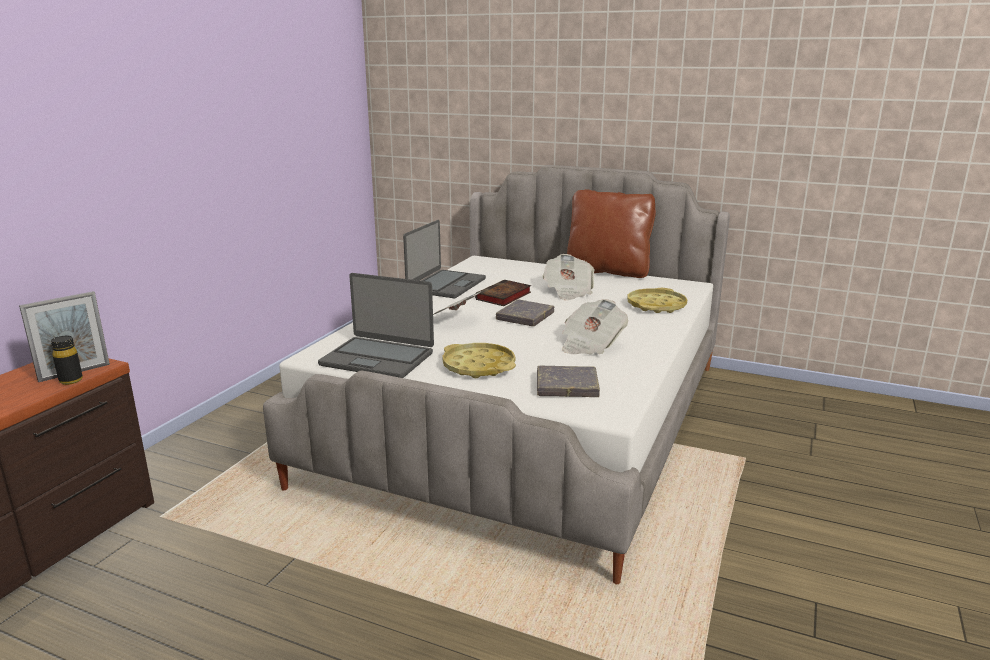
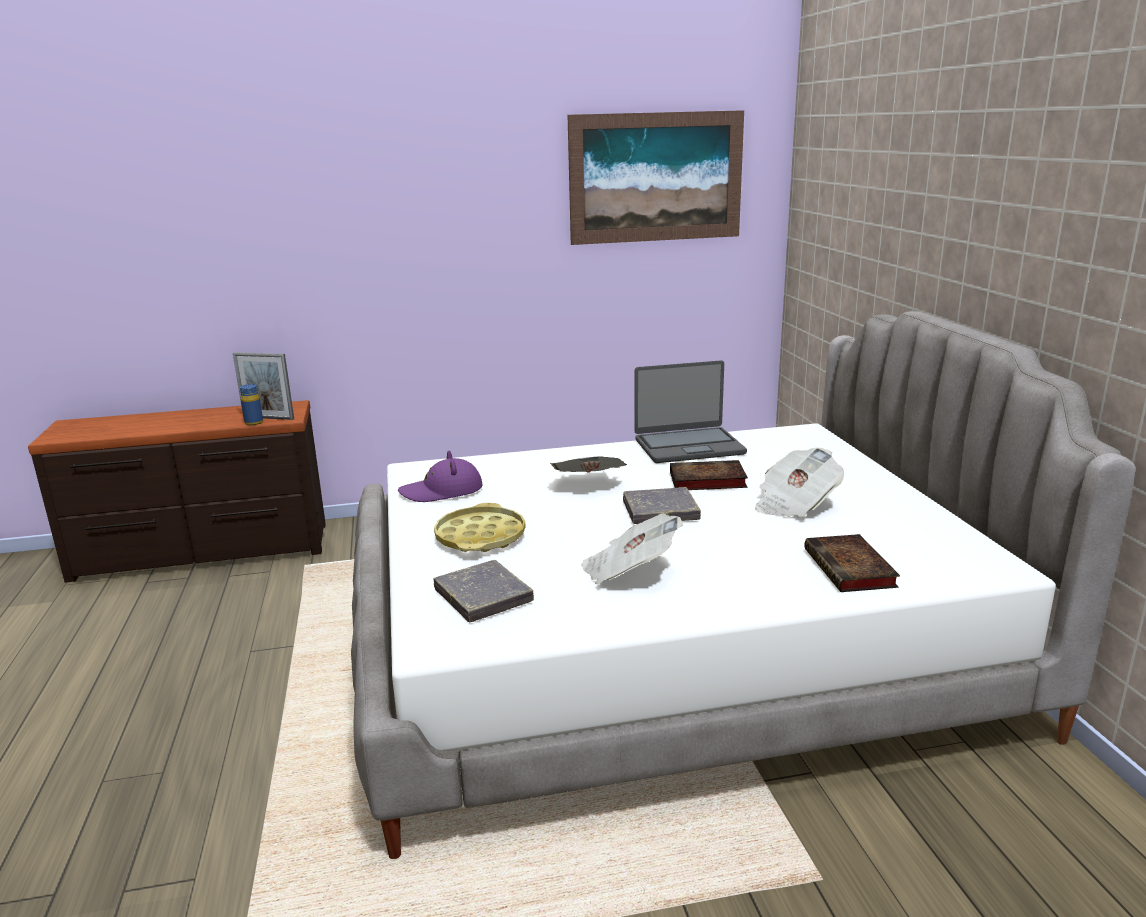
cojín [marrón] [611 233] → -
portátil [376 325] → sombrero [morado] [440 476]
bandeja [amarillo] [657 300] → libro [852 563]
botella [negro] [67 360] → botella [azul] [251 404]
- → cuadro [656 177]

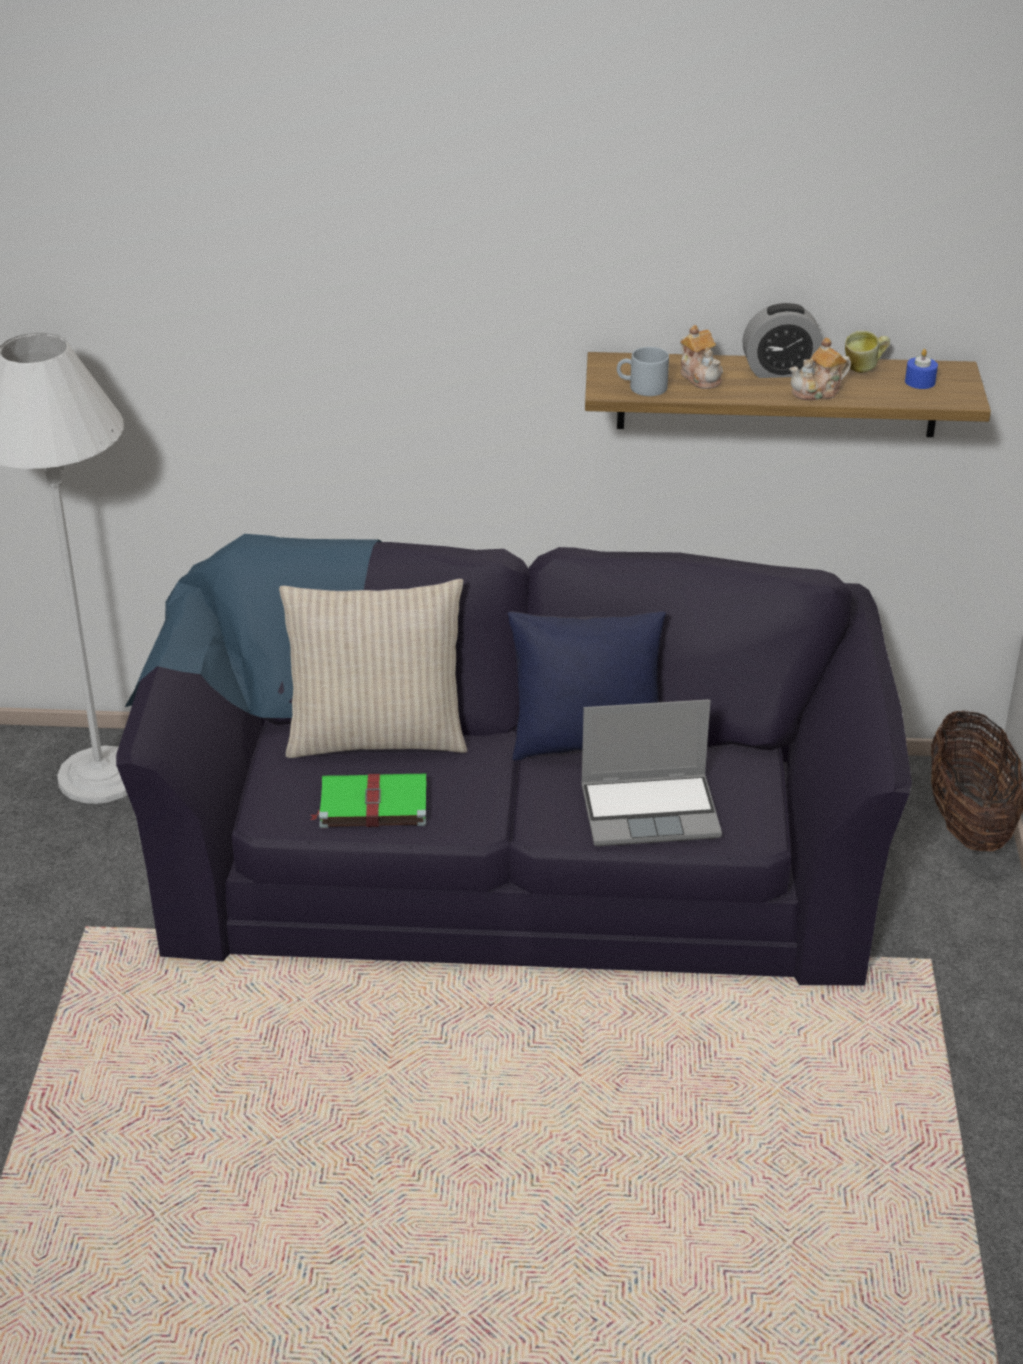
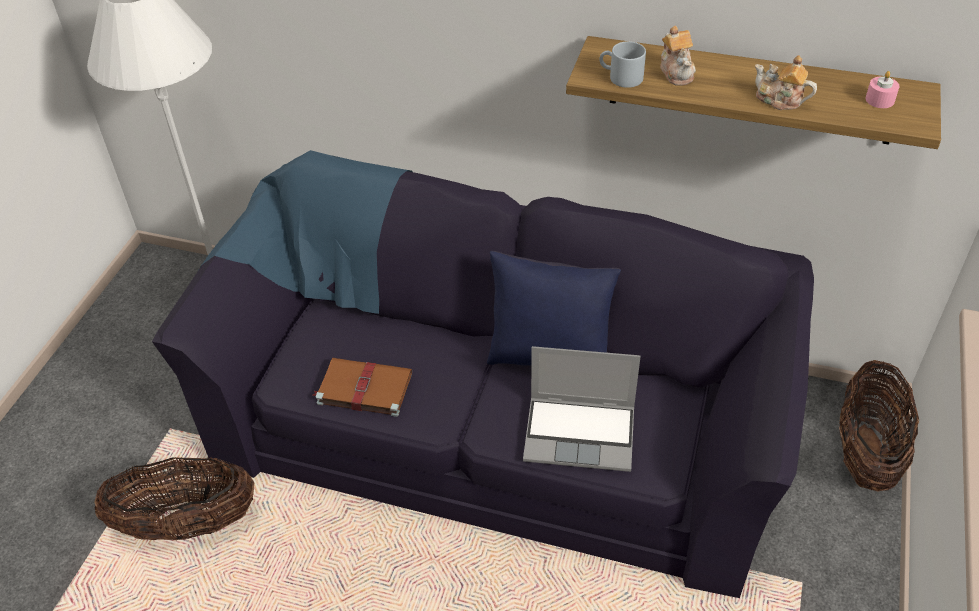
despertador [782 340] → -
taza grande [867 352] → -
tetera [820 368] → tetera [786 82], 45 degrees clockwise
vela [azul] [921 369] → vela [rosa] [882 89]
cojín [beis] [373 668] → -
libro [verde] [368 801] → libro [marrón] [362 387]
- → cesta [174 498]

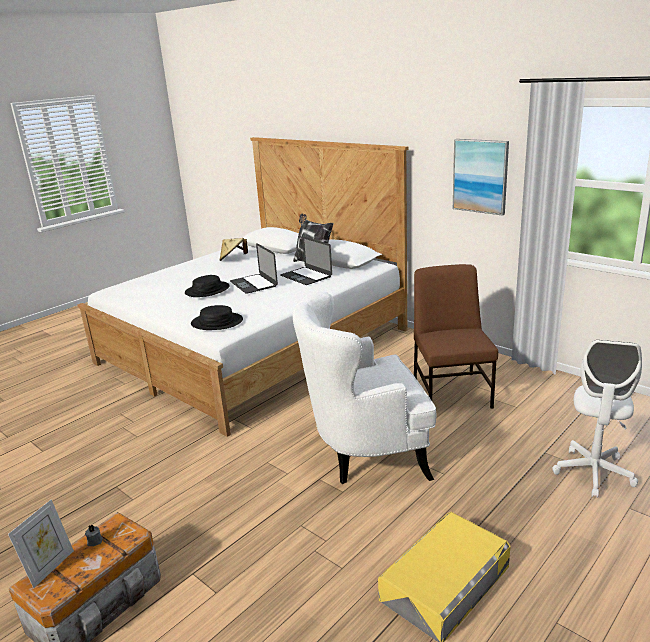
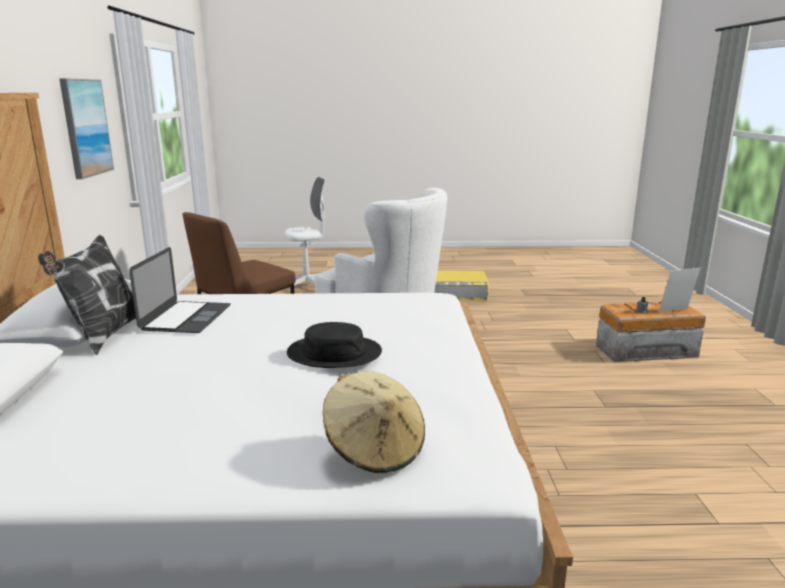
sombrero [beis] [233 249] → sombrero [beis] [374 422], move
portátil [254 268] → -
sombrero [negro] [217 317] → -

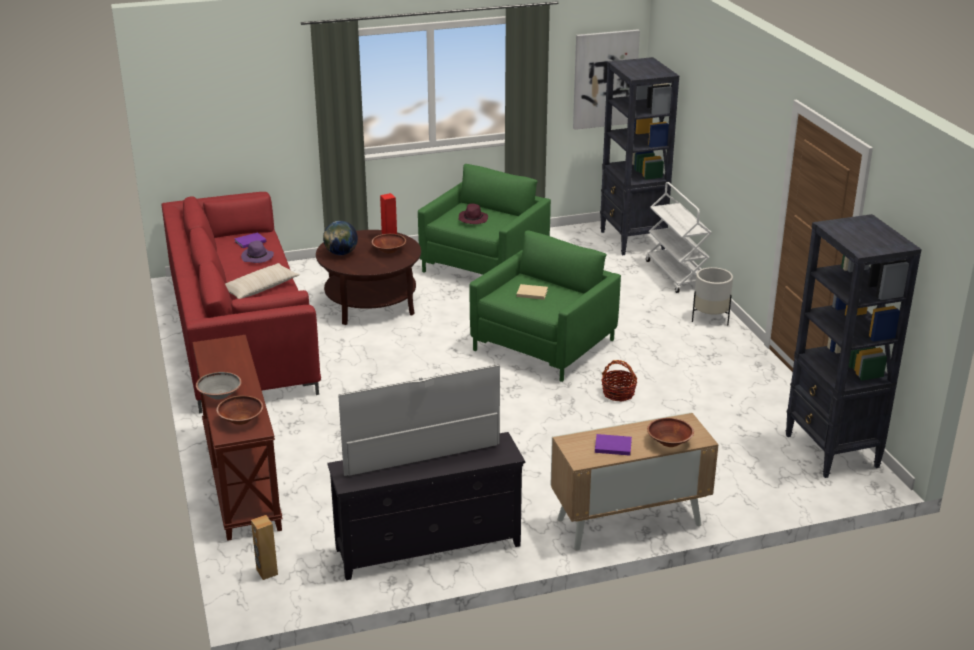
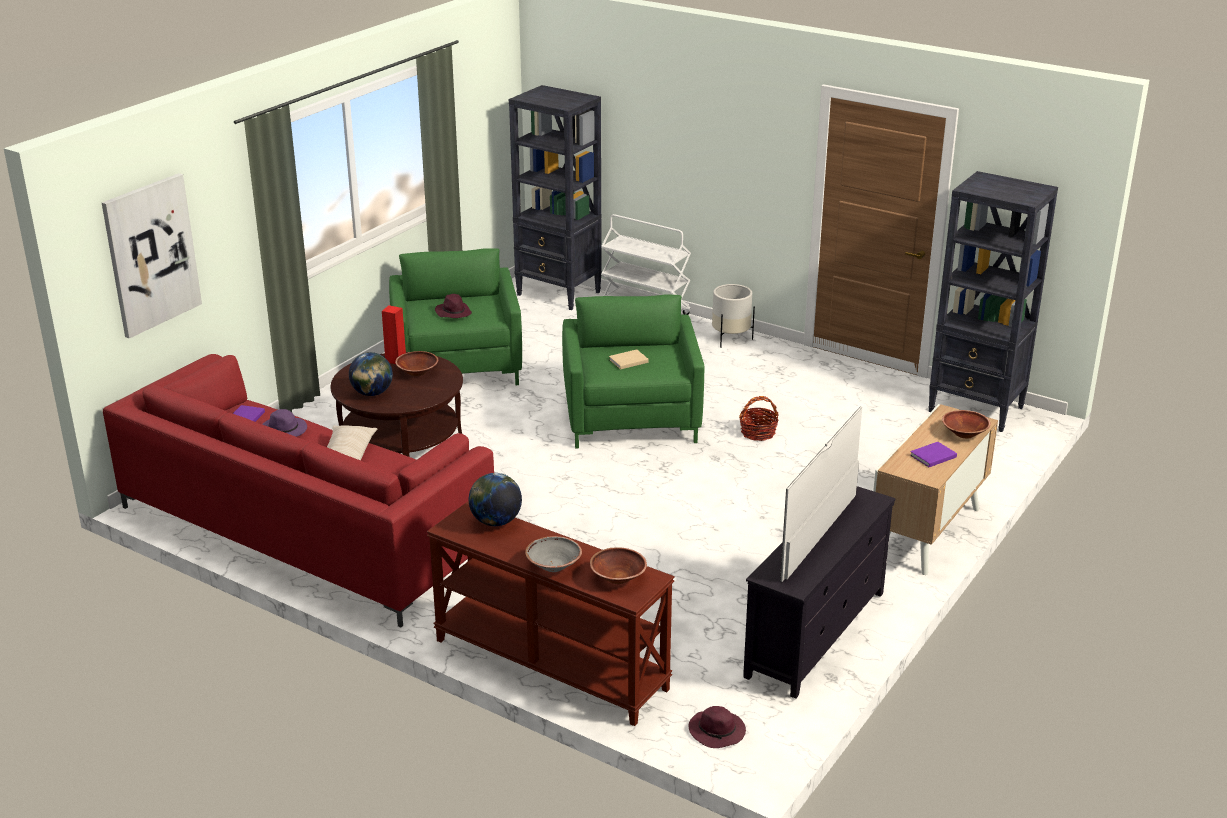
cuadro [606 79] → cuadro [152 255], move
altavoz [marrón] [264 547] → sombrero [morado] [717 727]
- → globo terráqueo [495 499]

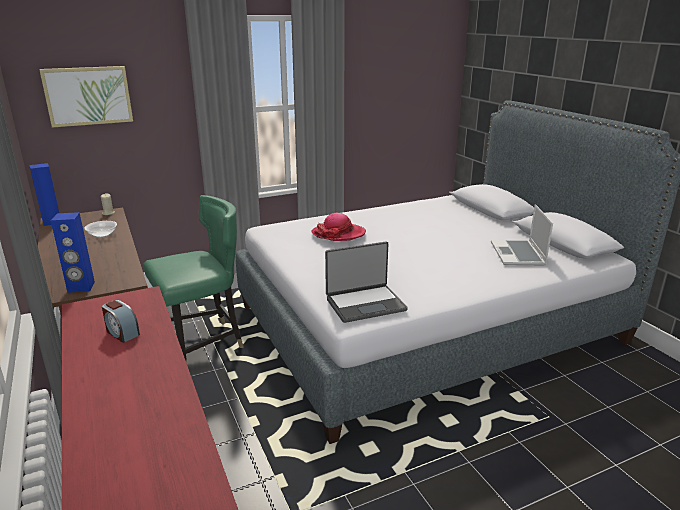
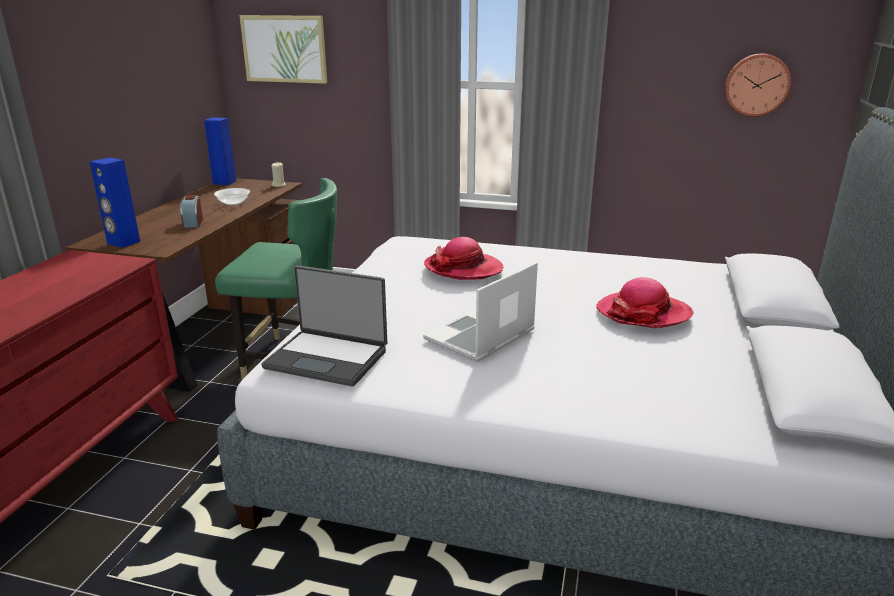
portátil [522 235] → portátil [480 312], move
despertador [121 321] → despertador [191 211], move
- → reloj de pared [758 85]
- → sombrero [644 302]

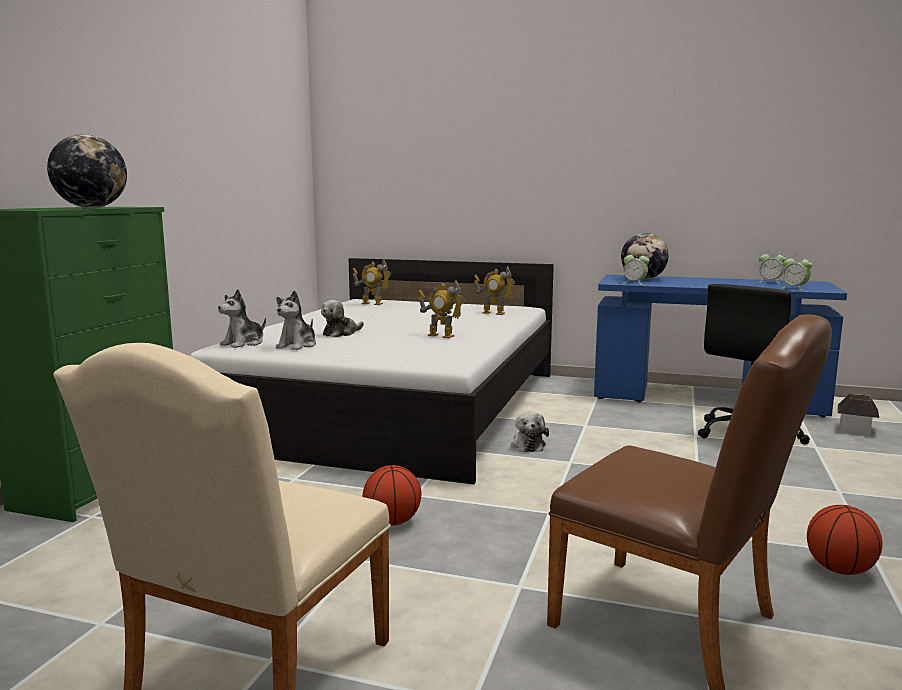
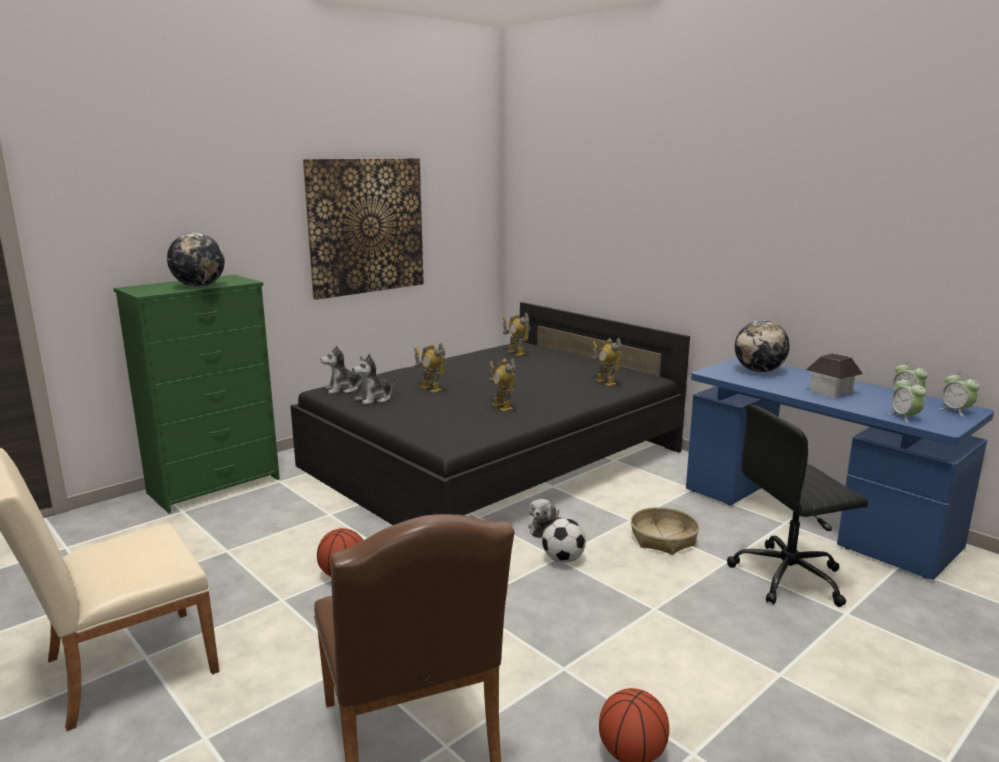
despertador [636 268] → despertador [959 394], move
cama [blanco] [372 371] → cama [negro] [490 413]
peluche [342 318] → robot de juguete [430 368]
casita [858 415] → casita [834 375], move
- → cuadro [363 229]
- → cesta [665 531]
- → balón de fútbol [564 540]

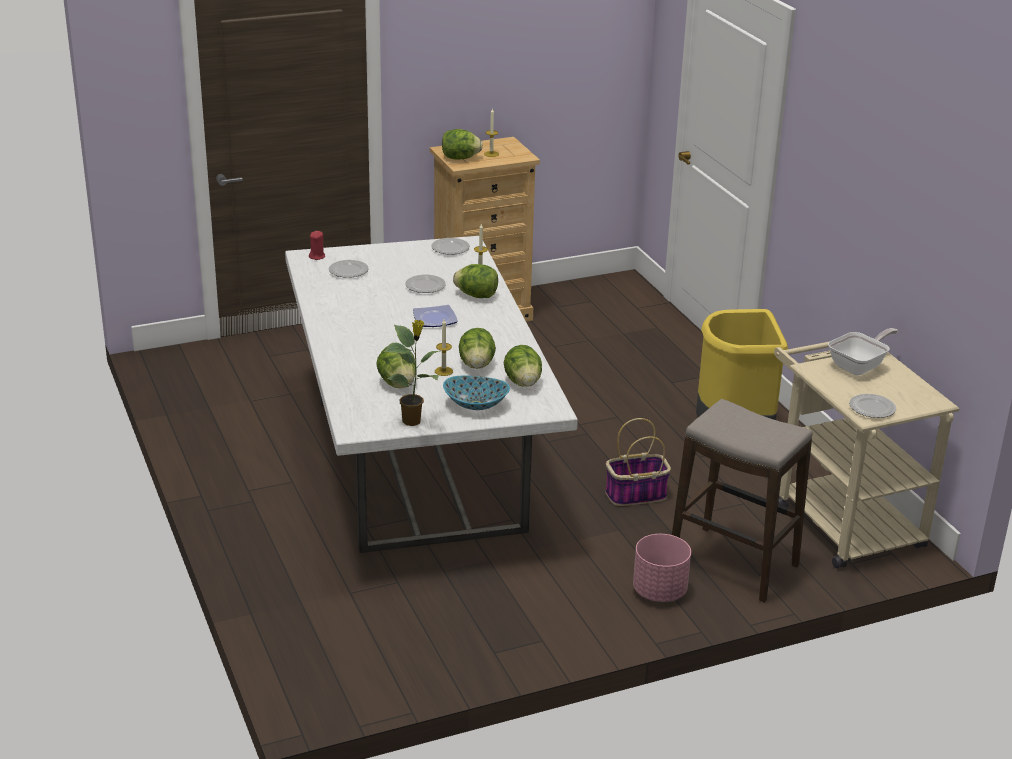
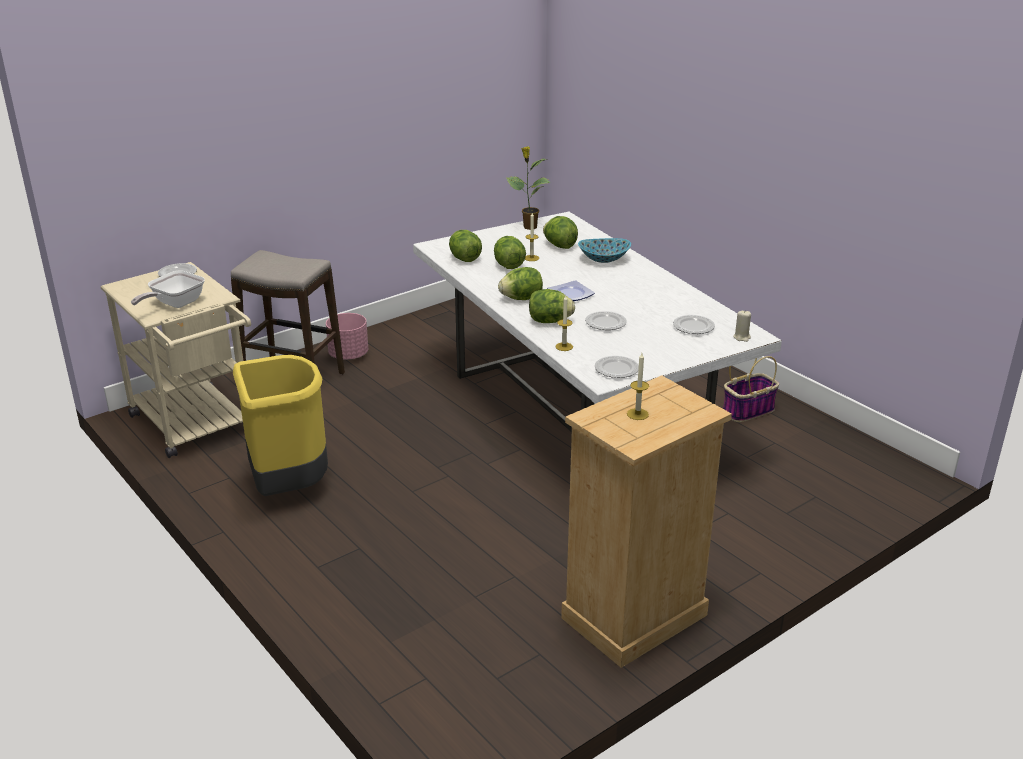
lechuga [462 144] → lechuga [520 283], move
vela [rojo] [317 245] → vela [beis] [742 326]
cuenco [476 393] → cuenco [604 250], move
cesta [638 462] → cesta [751 389], move

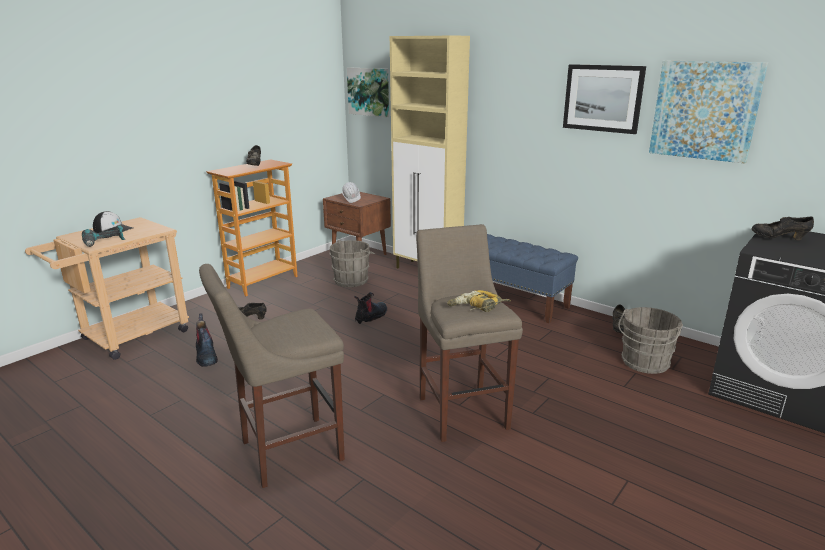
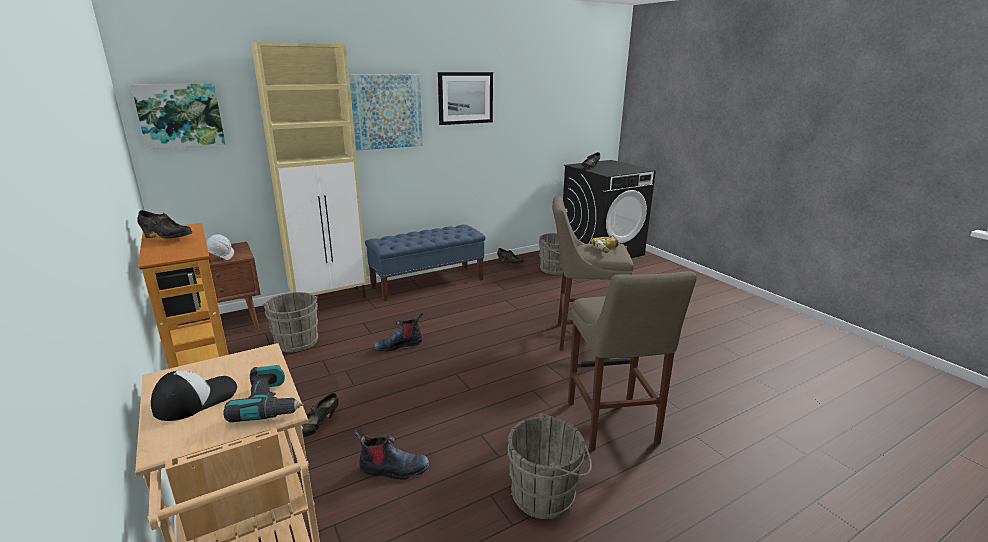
cuadro [708 112] → cuadro [386 112], move
bota [370 308] → bota [398 332], 75 degrees counterclockwise
- → cubo [gris] [549 466]

